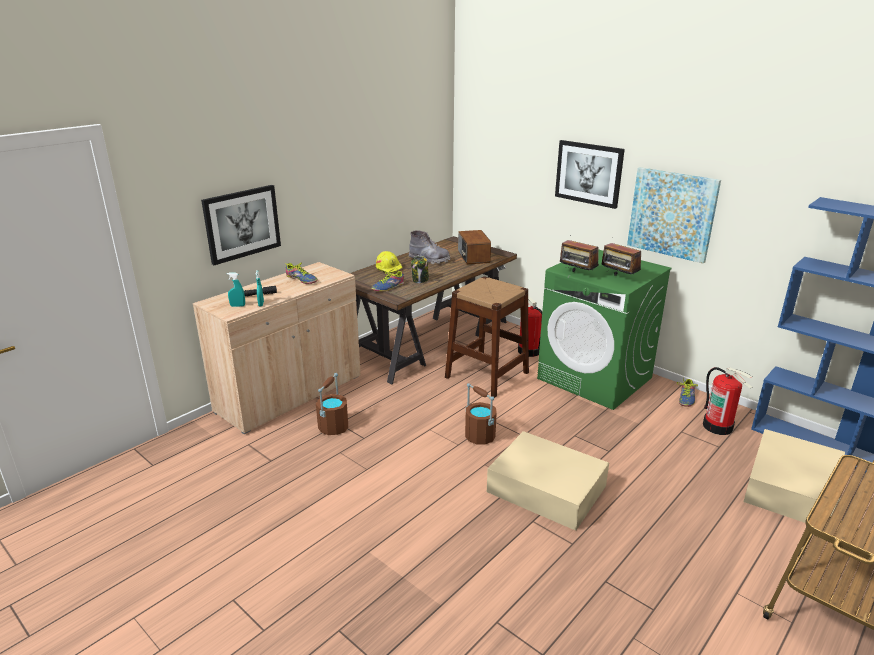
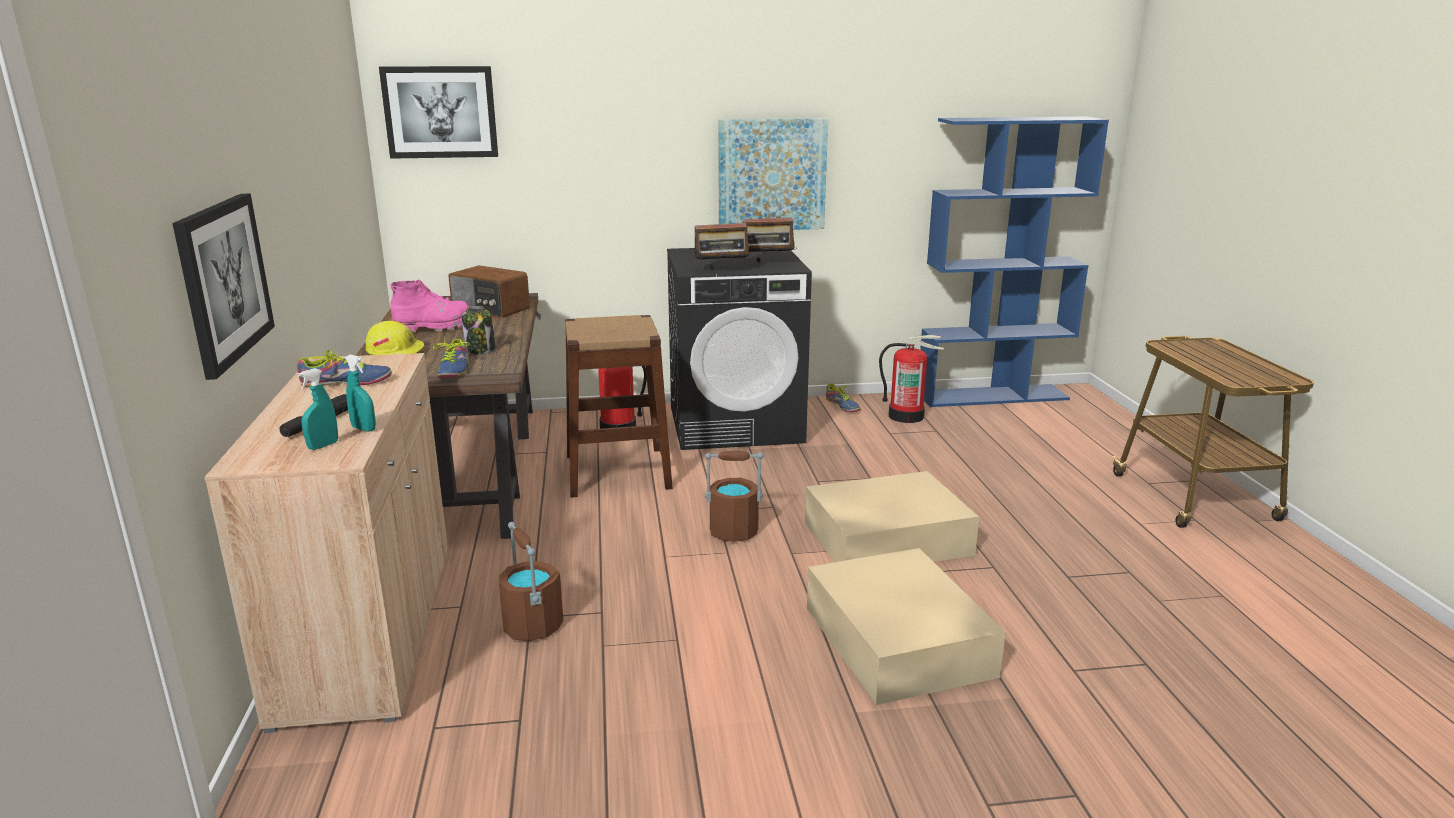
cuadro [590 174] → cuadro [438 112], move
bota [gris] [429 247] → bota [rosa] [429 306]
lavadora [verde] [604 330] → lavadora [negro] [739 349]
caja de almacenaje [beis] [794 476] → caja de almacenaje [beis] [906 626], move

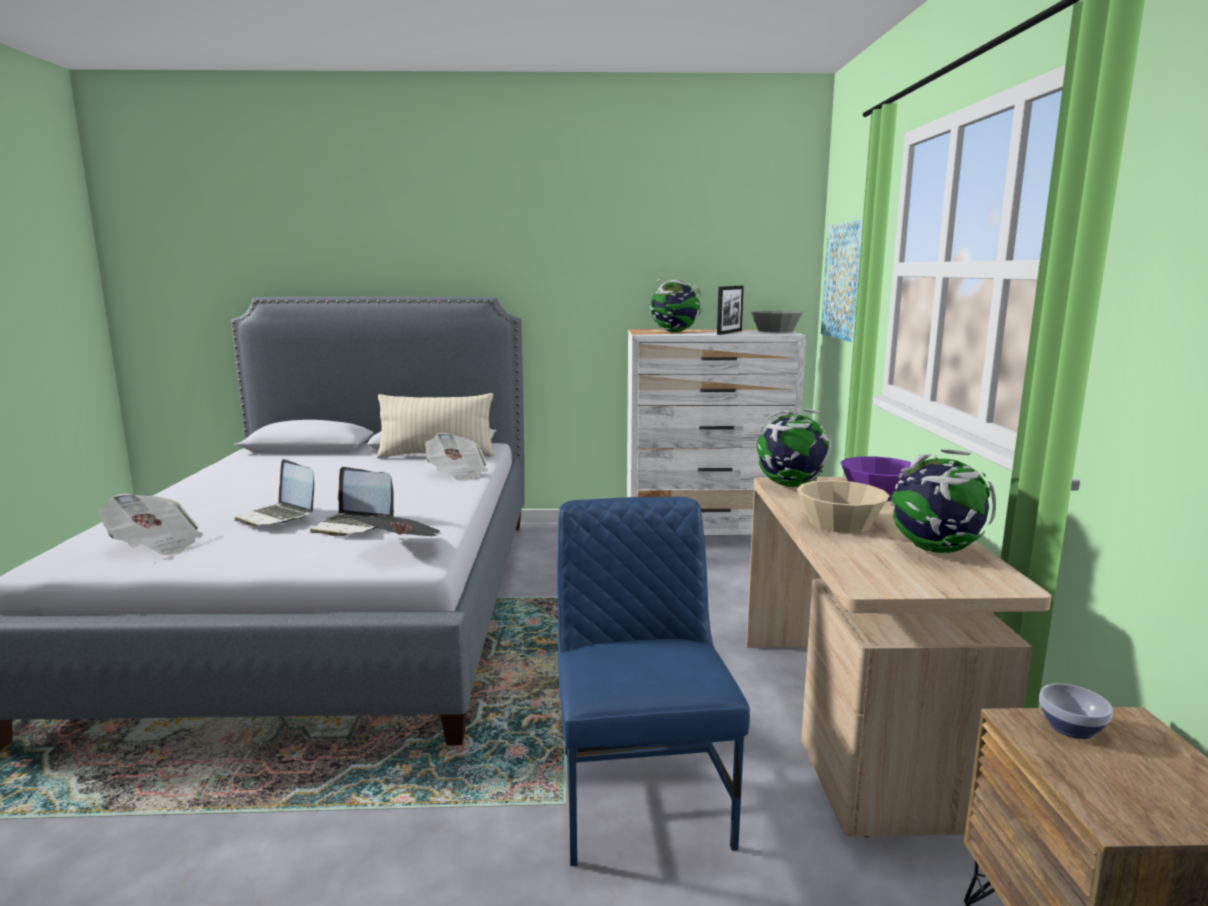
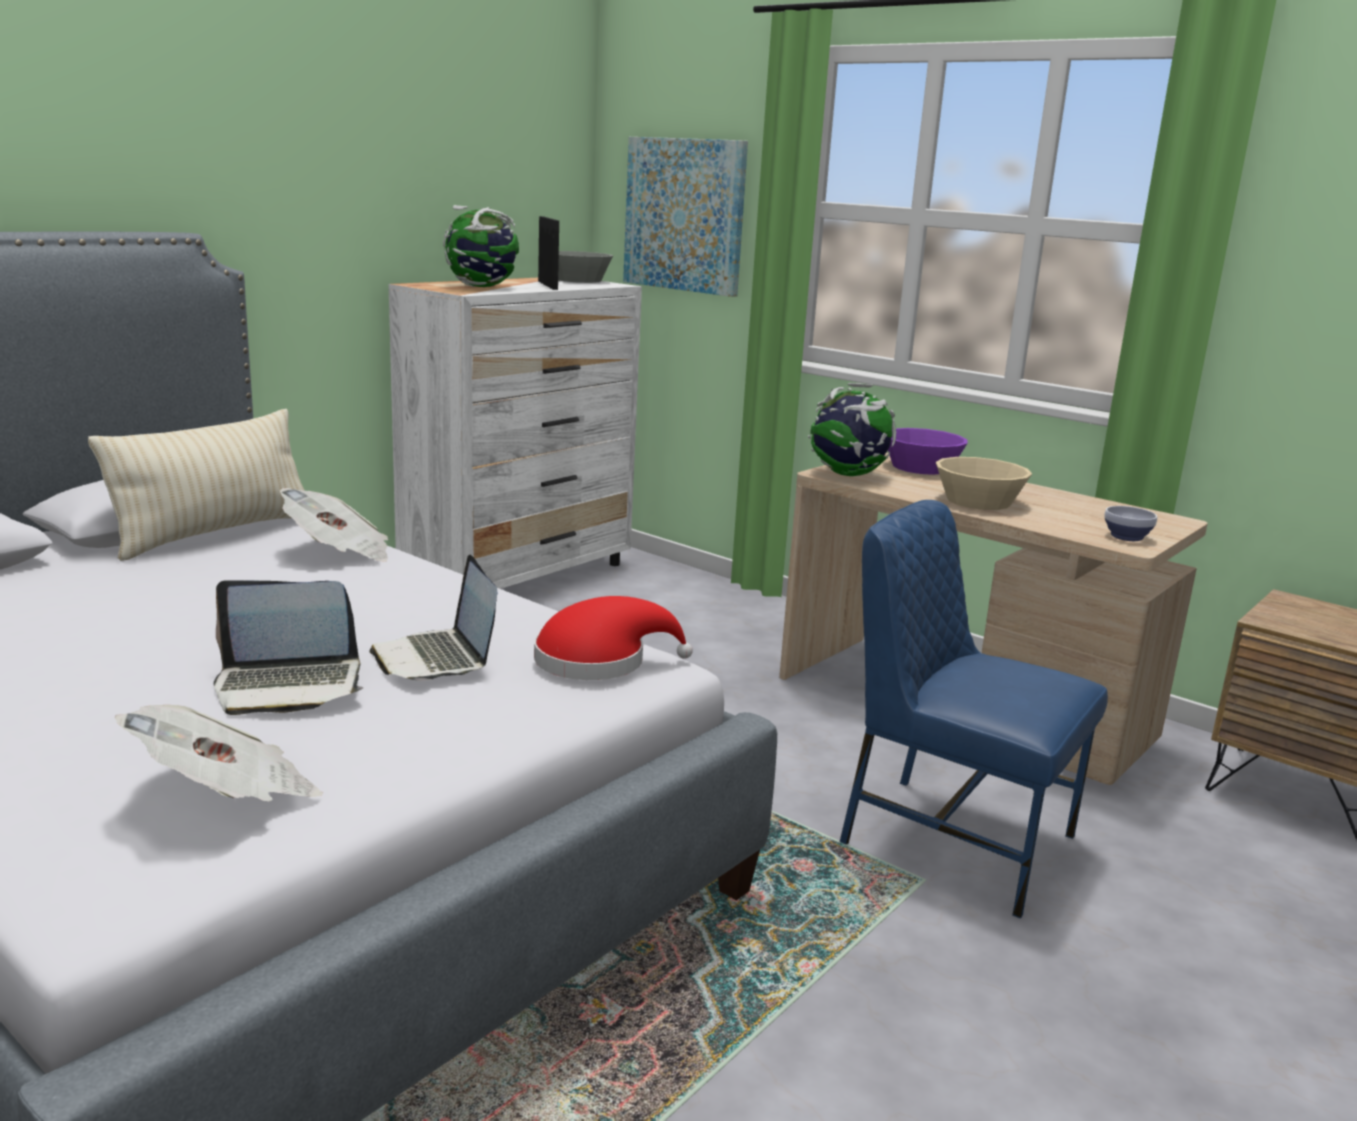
globo terráqueo [943 501] → -
portátil [352 501] → portátil [433 618], 90 degrees clockwise
periódico [398 526] → sombrero [rojo] [613 638]
cuenco [1076 711] → cuenco [1130 523], move

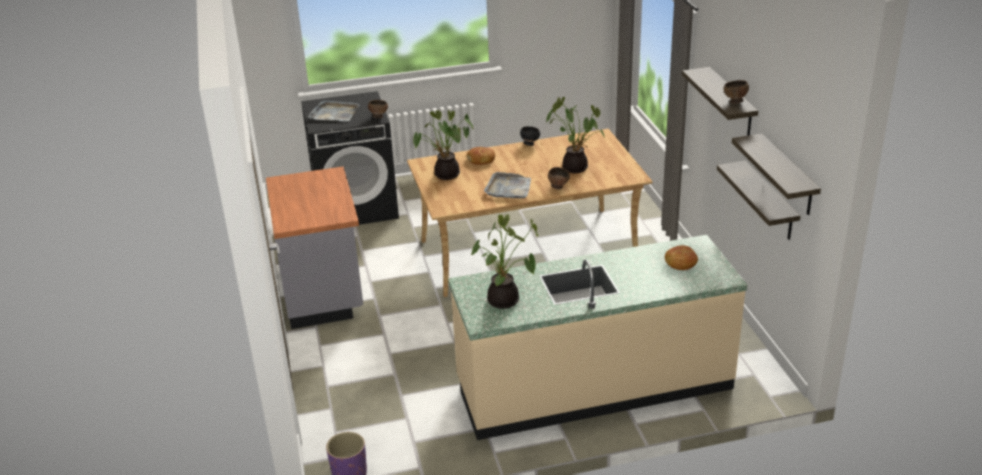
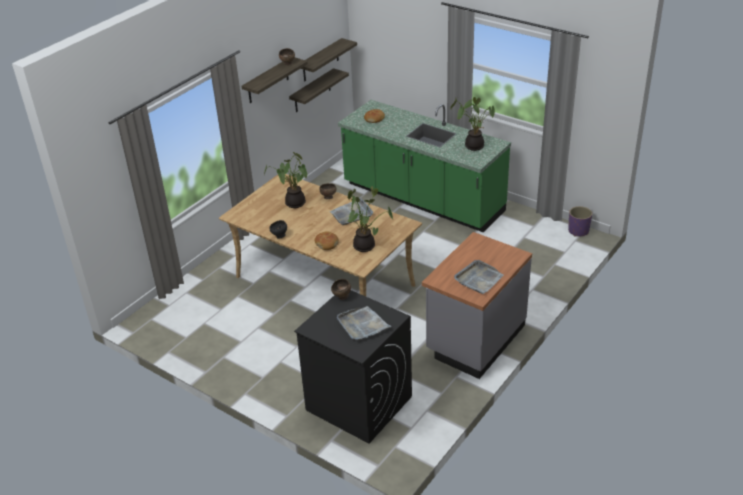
mueble bajo de cocina [beis] [597 337] → mueble bajo de cocina [verde] [424 166]
- → bandeja [gris] [479 277]

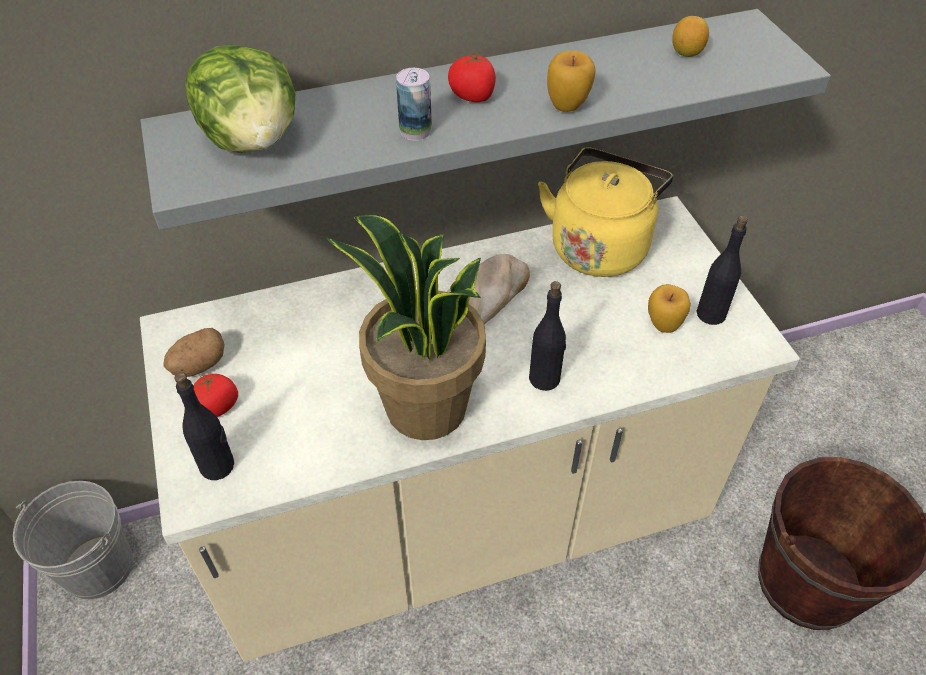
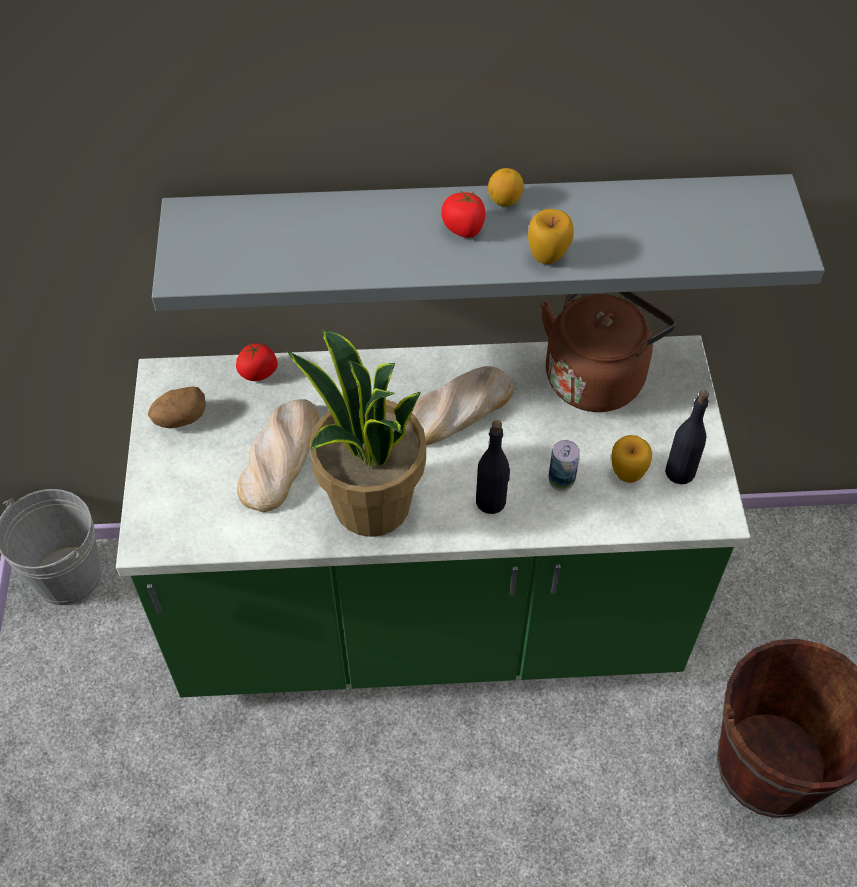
limón [690 36] → limón [506 187], move
lechuga [240 99] → -
lata [414 104] → lata [564 465], move
hervidor [amarillo] [605 212] → hervidor [marrón] [608 352]
mueble bajo de cocina [beis] [470 429] → mueble bajo de cocina [verde] [433 516]
botella [negro] [204 426] → -
tomate [216 395] → tomate [257 362], move
- → pan [278 455]

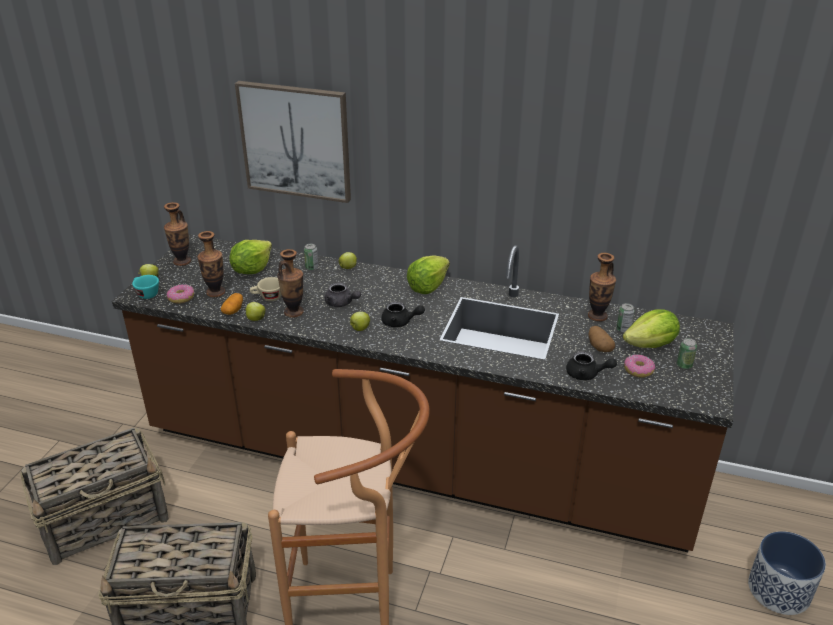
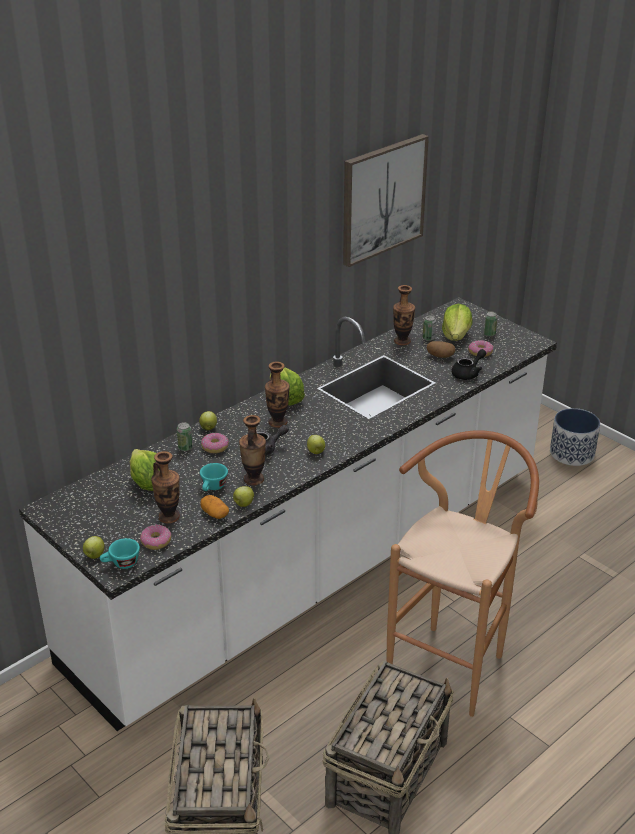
cuadro [293 142] → cuadro [386 200], move
florero [177 234] → florero [277 394], move
mueble bajo de cocina [marrón] [423 393] → mueble bajo de cocina [blanco] [288 514]
taza [beis] [265 289] → taza [turquesa] [214 477]
tetera [negro] [403 314] → -
- → rosquilla [215 442]

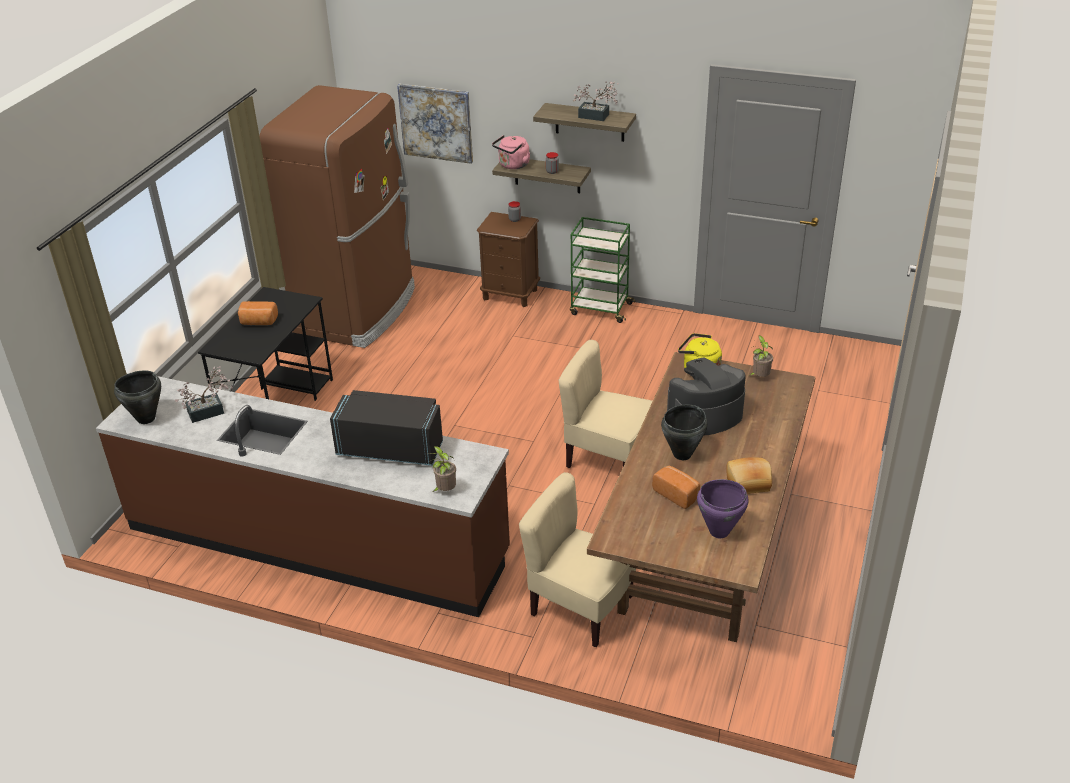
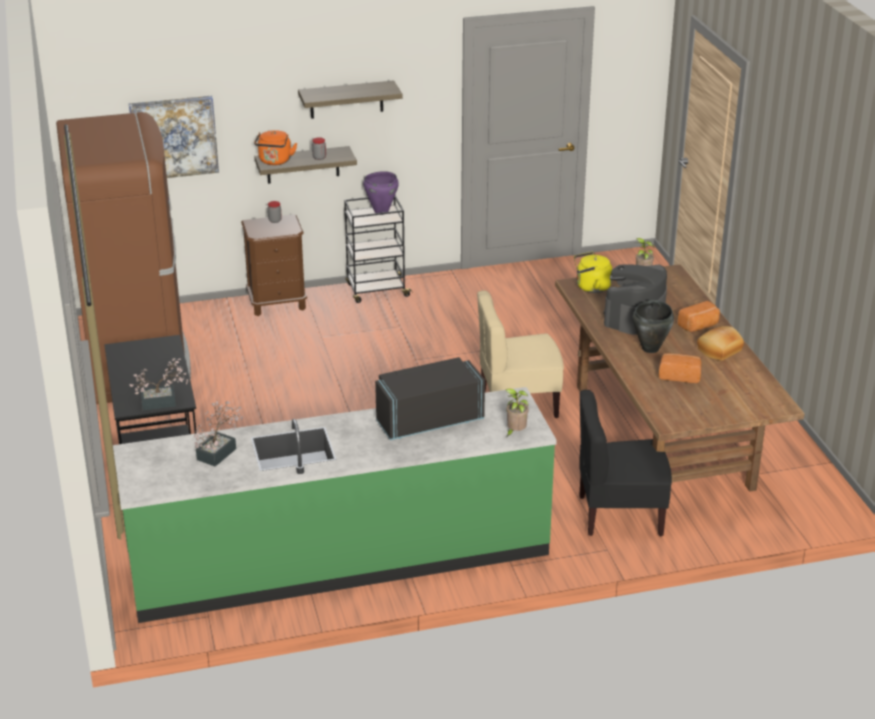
planta en maceta [596 101] → planta en maceta [159 384], move
hervidor [rosa] [511 152] → hervidor [naranja] [275 147]
carrito [verde] [602 270] → carrito [negro] [378 249]
pan [258 313] → pan [699 316], move
olla [negro] [137 397] → -
mueble bajo de cocina [marrón] [303 496] → mueble bajo de cocina [verde] [335 505]
silla [beis] [577 559] → silla [negro] [625 463]
olla [morado] [723 508] → olla [morado] [381 193], move

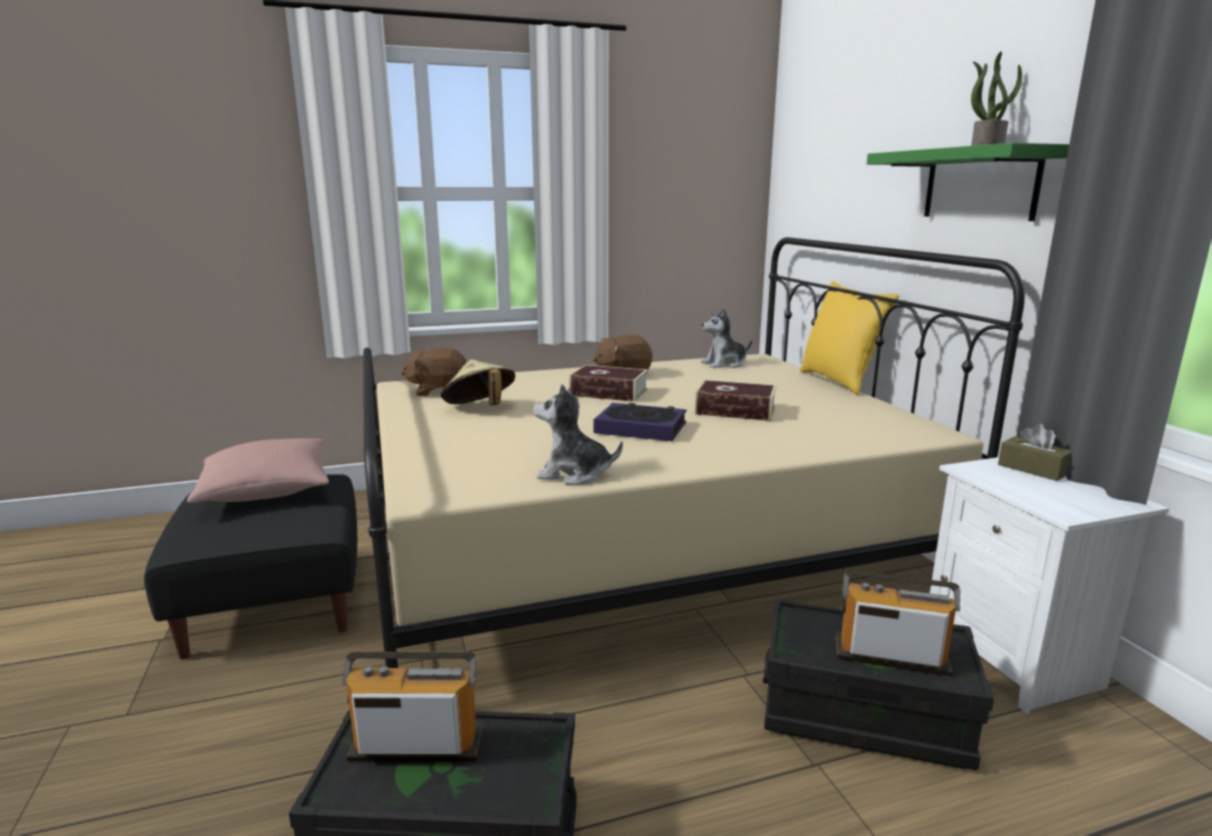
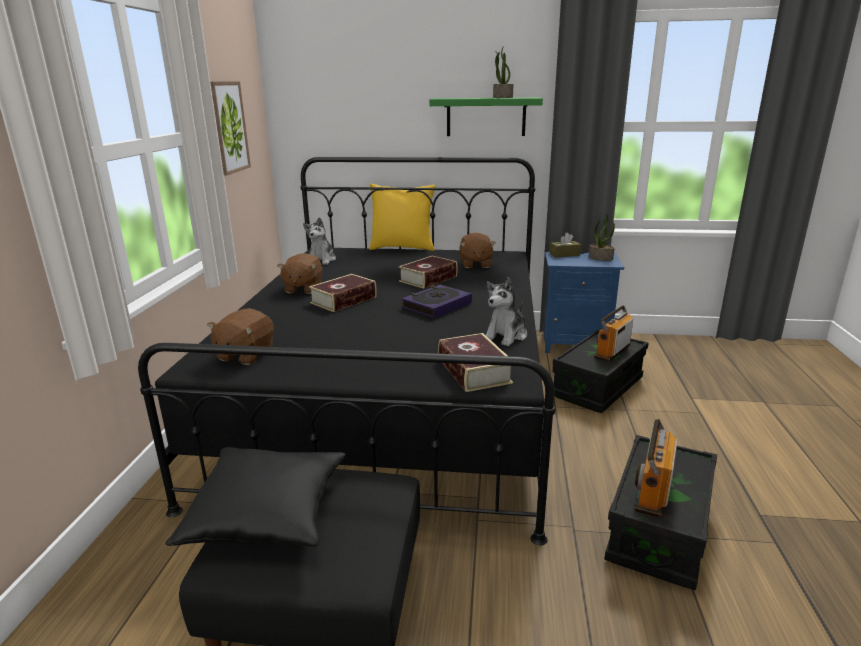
cama [beis] [694 452] → cama [negro] [346 351]
sombrero [beis] [478 382] → -
cojín [rosa] [258 470] → cojín [negro] [255 497]
mesita de noche [blanco] [1049 585] → mesita de noche [azul] [584 302]
- → cuadro [230 128]
- → planta en maceta [602 237]
- → peluche [marrón] [478 250]
- → libro [475 362]

